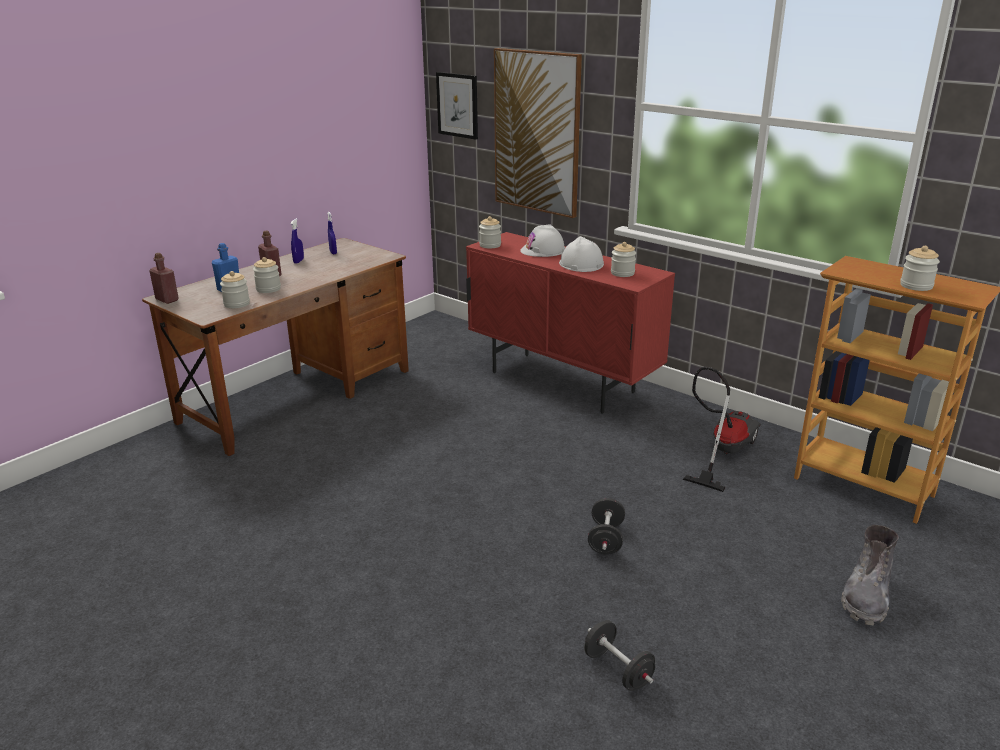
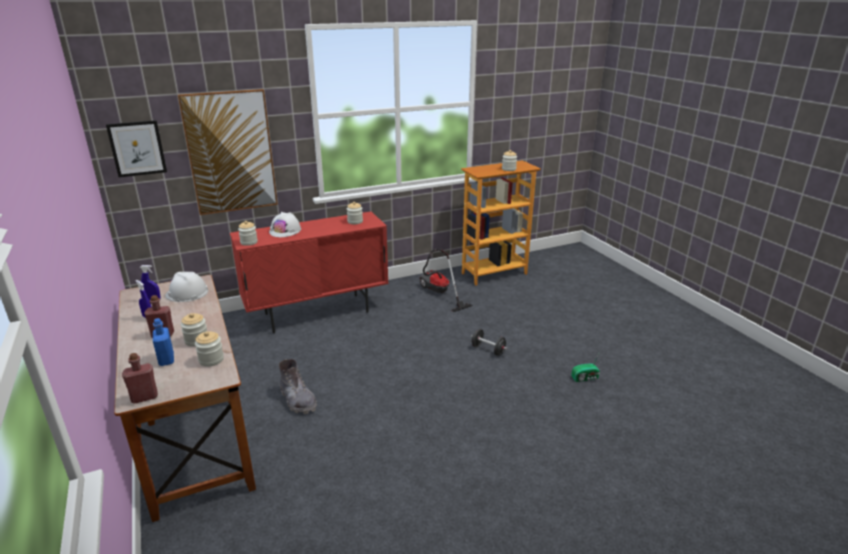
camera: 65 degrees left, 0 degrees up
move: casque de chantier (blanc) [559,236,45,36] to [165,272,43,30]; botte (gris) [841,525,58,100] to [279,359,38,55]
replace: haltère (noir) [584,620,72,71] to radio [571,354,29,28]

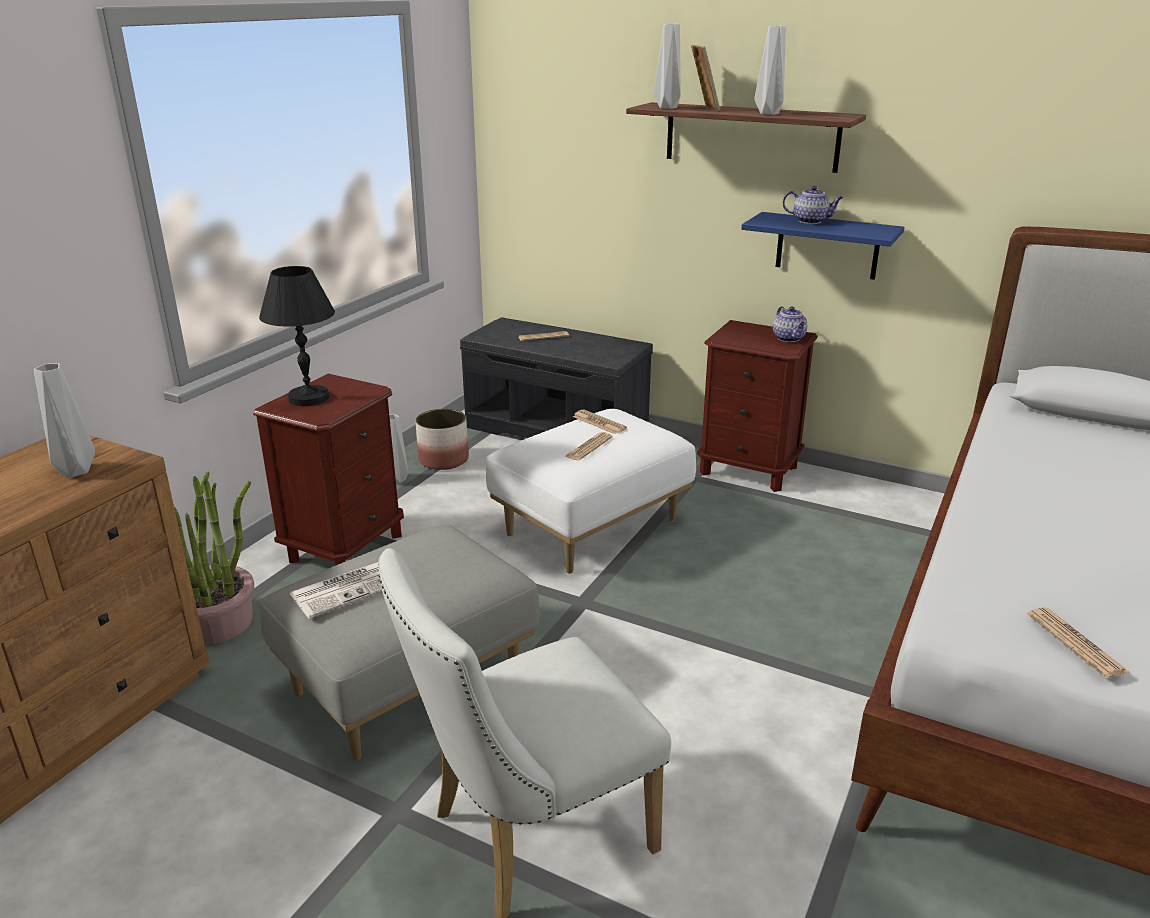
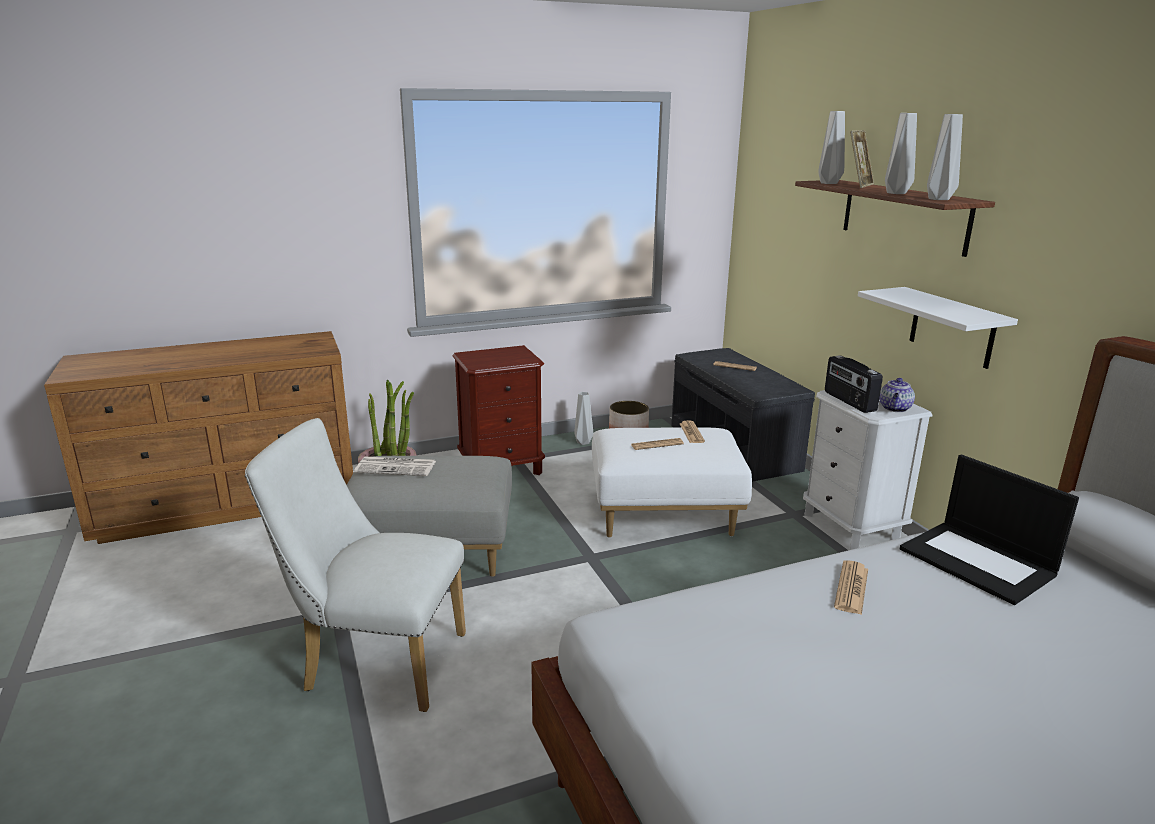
camera: 40 degrees right, 5 degrees down
delete: théière [783,186,60,38]; lampe de table (noir) [259,266,76,140]
insert: radio [825,355,58,58]; ordinateur portable [900,454,179,151]
move: vase (gris) [34,363,61,115] to [927,114,36,86]; journal [1027,607,102,71] to [834,560,34,55]
recolor: étagère (bleu) [741,212,163,68] to étagère (blanc) [858,287,160,82]; table de chevet (marron) [697,320,121,172] to table de chevet (blanc) [803,390,130,160]

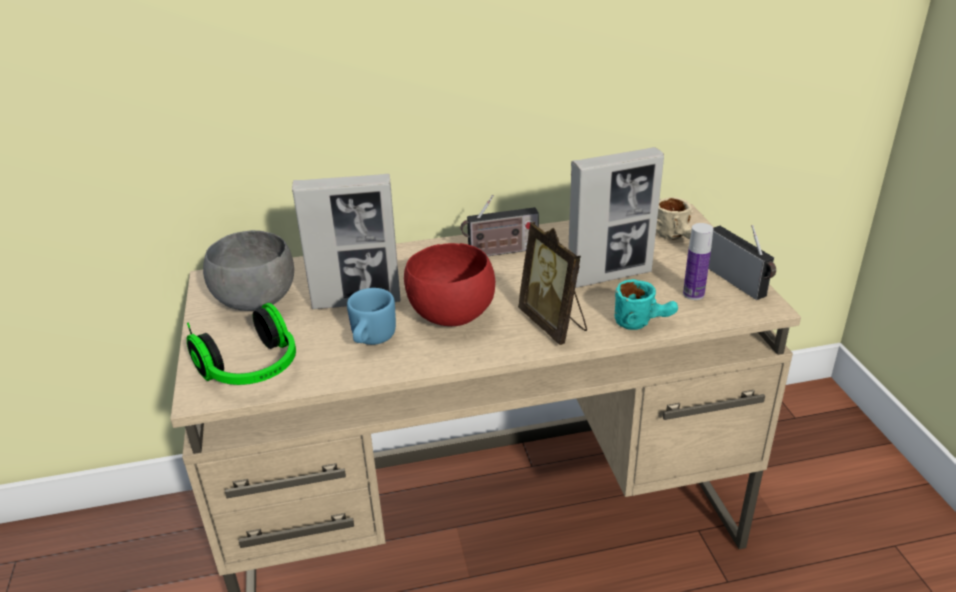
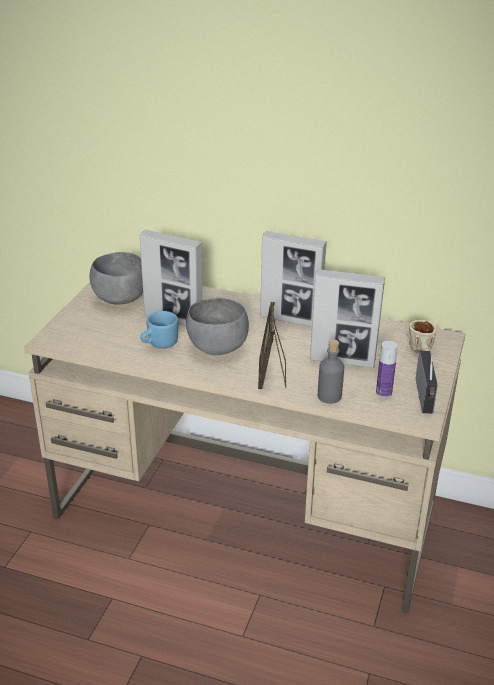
camera: 30 degrees right, 0 degrees up
delete: casque audio [187,303,109,82]
replace: radio [461,195,78,61] to cadre photo [260,231,67,96]; mug (turquoise) [615,279,63,51] to bouteille (gris) [318,340,26,64]
recolor: bol (rouge) [404,243,91,83] to bol (gris) [186,298,63,57]

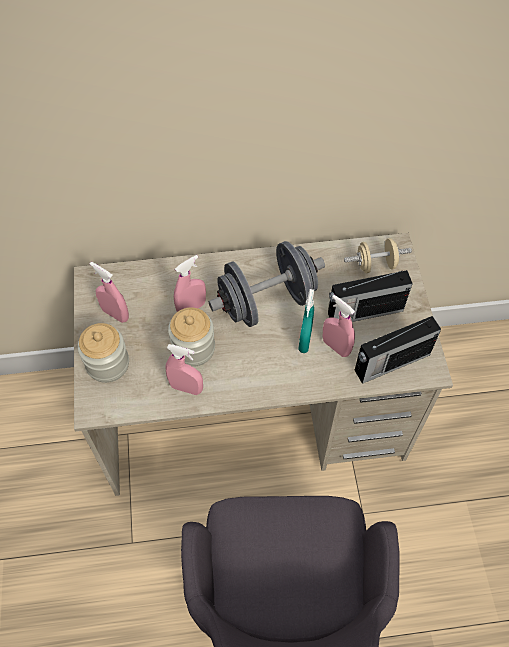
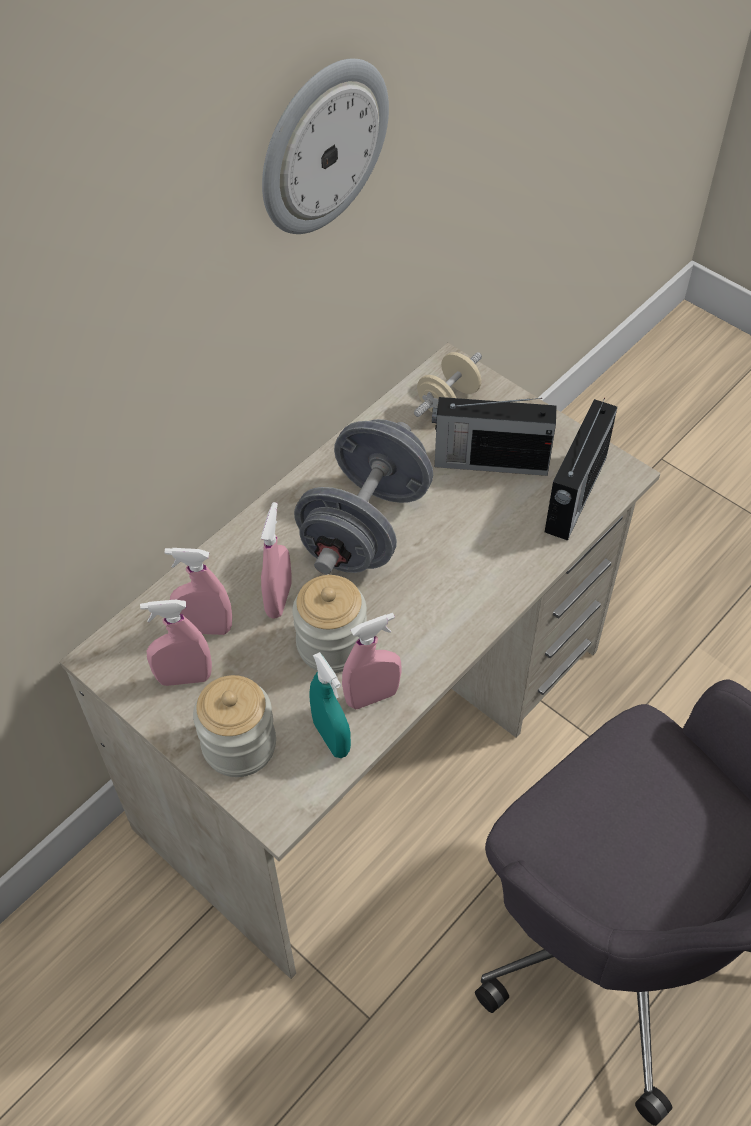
camera: 40 degrees left, 5 degrees down
insert: horloge murale [262,59,127,175]
move: vaporisateur (turquoise) [298,289,16,64] to [309,652,42,106]; vaporisateur (rose) [323,295,32,62] to [165,548,67,87]
rotate: radio [328,270,85,52] = [432,397,125,79] 60 degrees clockwise

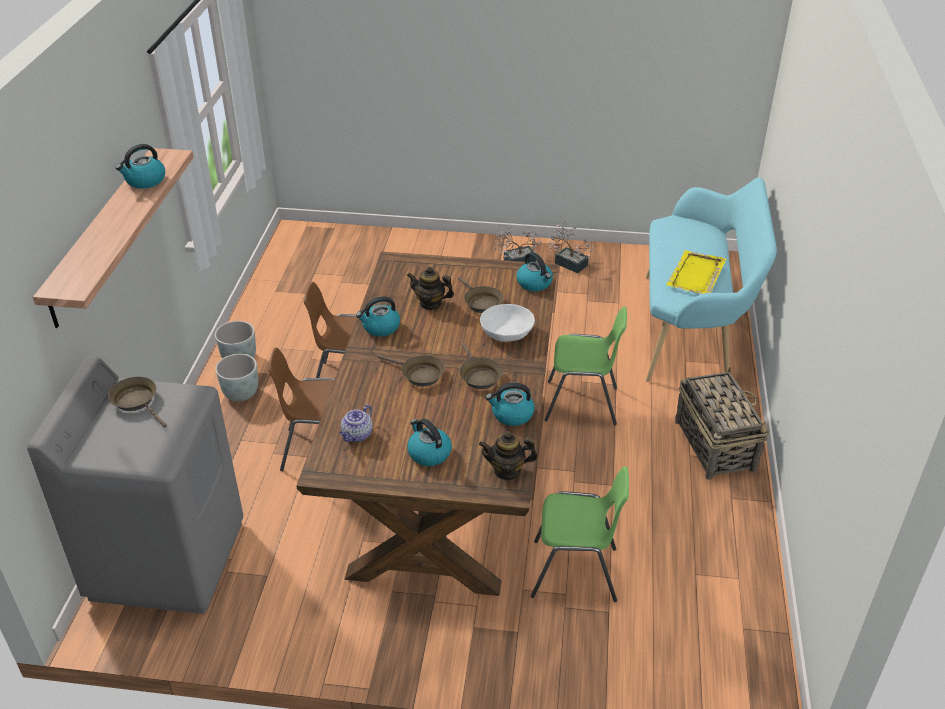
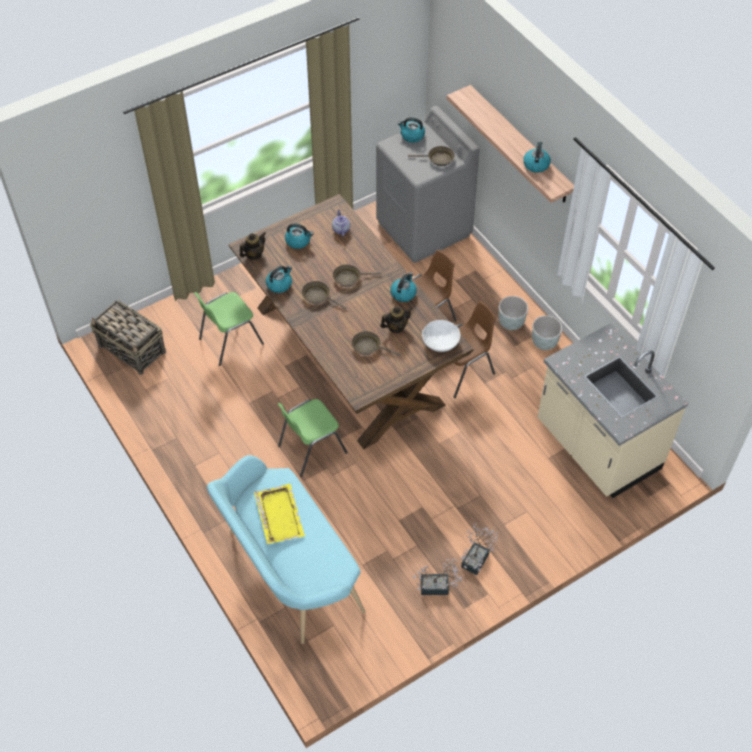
camera: 140 degrees right, 15 degrees up
insert: comptoir de cuisine (beige) [538,323,150,175]
move: bouilloire [517,252,36,39] to [398,117,27,26]; bol (blanc) [480,304,55,38] to [422,320,38,32]; panier [675,366,95,114] to [90,300,76,75]

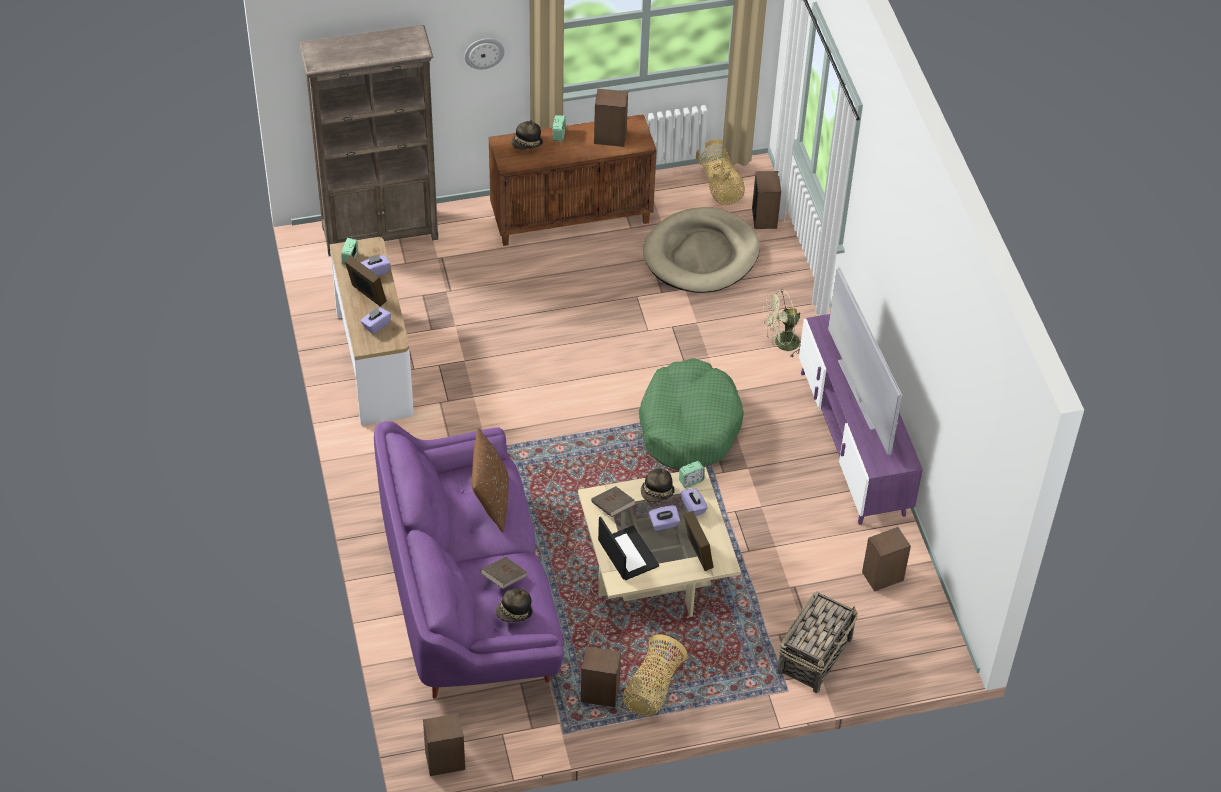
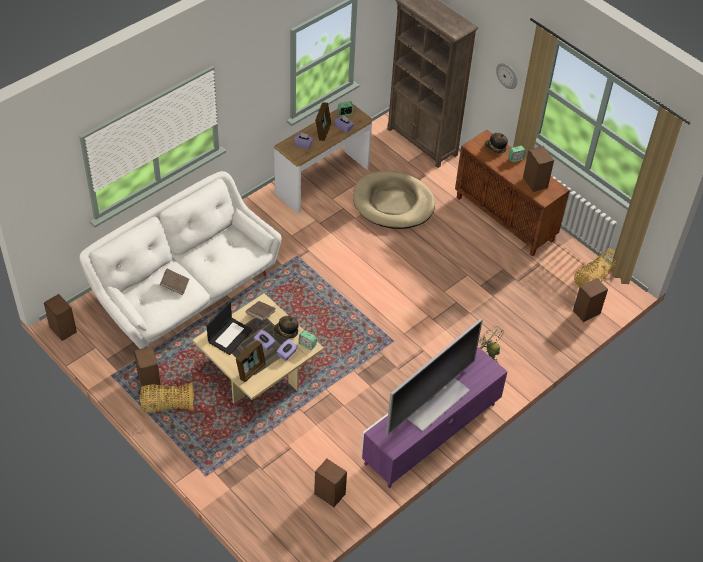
camera: 60 degrees right, 0 degrees up
delete: panier pour chien (vert) [639,358,105,112]; coussin (marron) [472,427,37,106]; chapeau [496,588,37,34]; panier [777,591,81,102]
move: panier pour chien (beige) [643,207,117,86] to [353,171,82,58]
recolor: canapé (violet) [374,421,190,278] to canapé (blanc) [79,171,203,178]

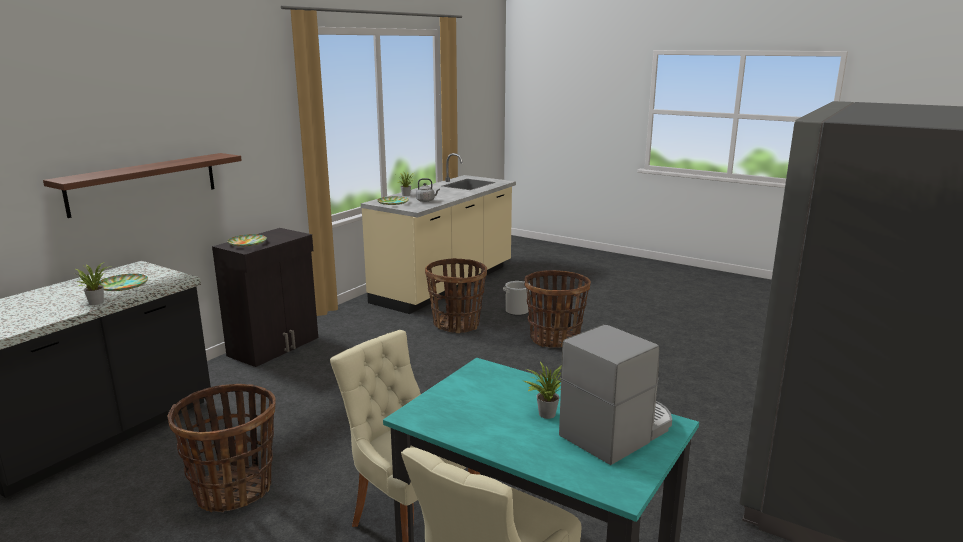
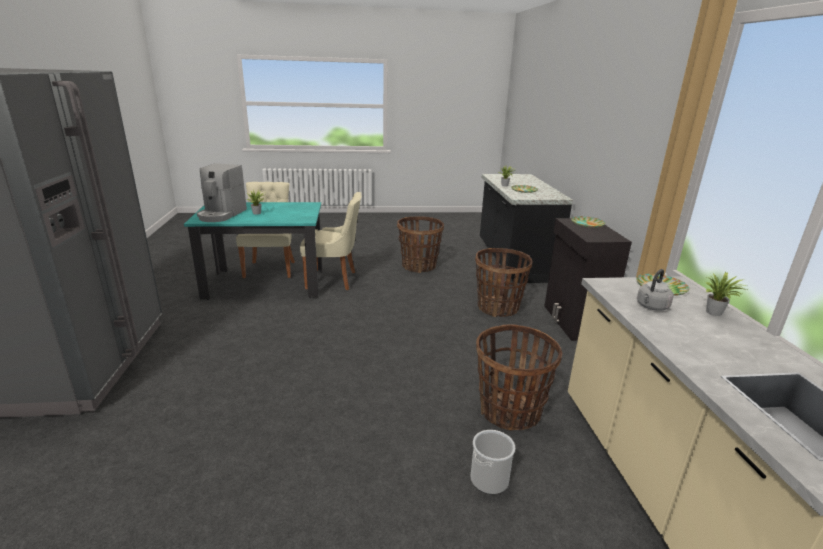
camera: 140 degrees right, 5 degrees up
delete: étagère [43,153,199,65]
move: panier [524,270,67,78] to [475,248,57,69]

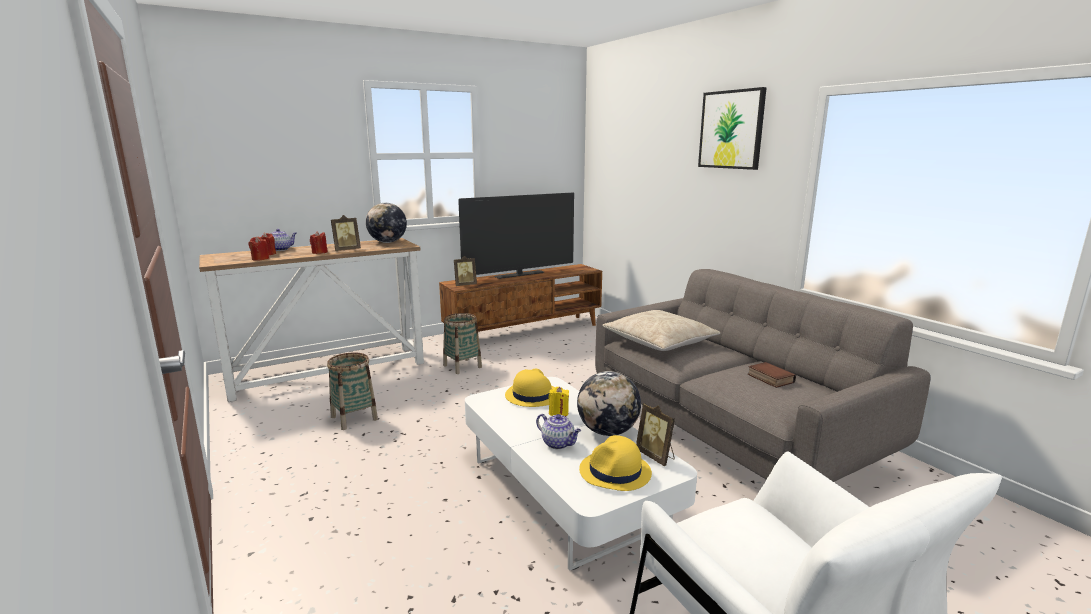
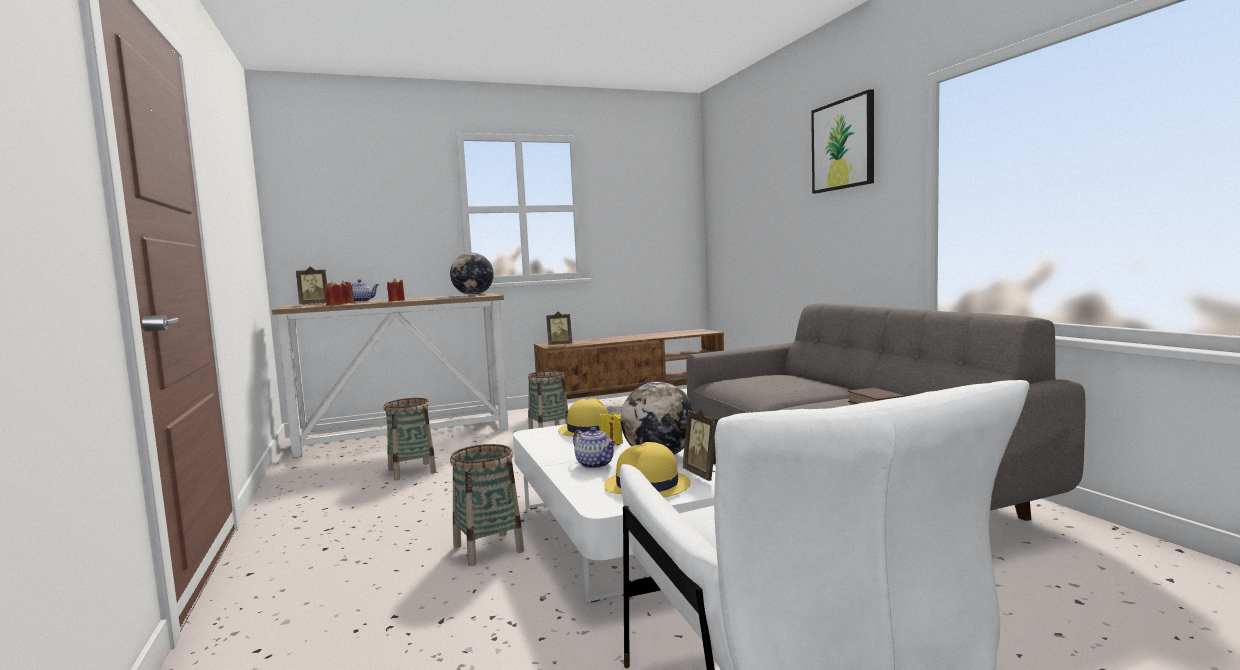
camera: 10 degrees right, 10 degrees down
delete: téléviseur [458,193,116,86]; coussin (beige) [602,310,118,41]
insert: panier [450,444,74,122]
move: cadre photo [331,215,30,36] to [296,266,31,39]

